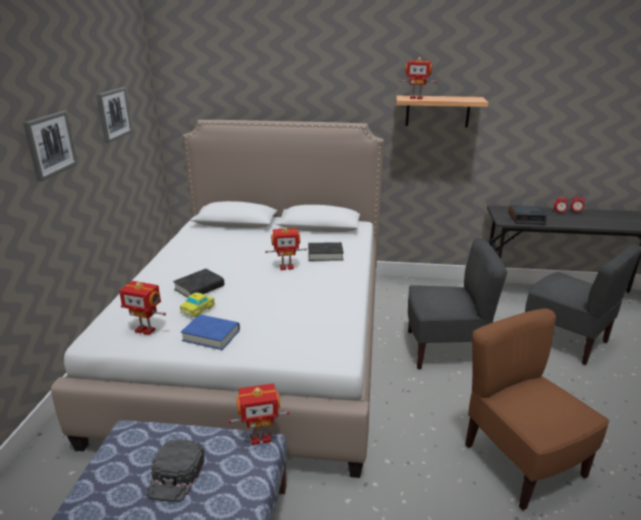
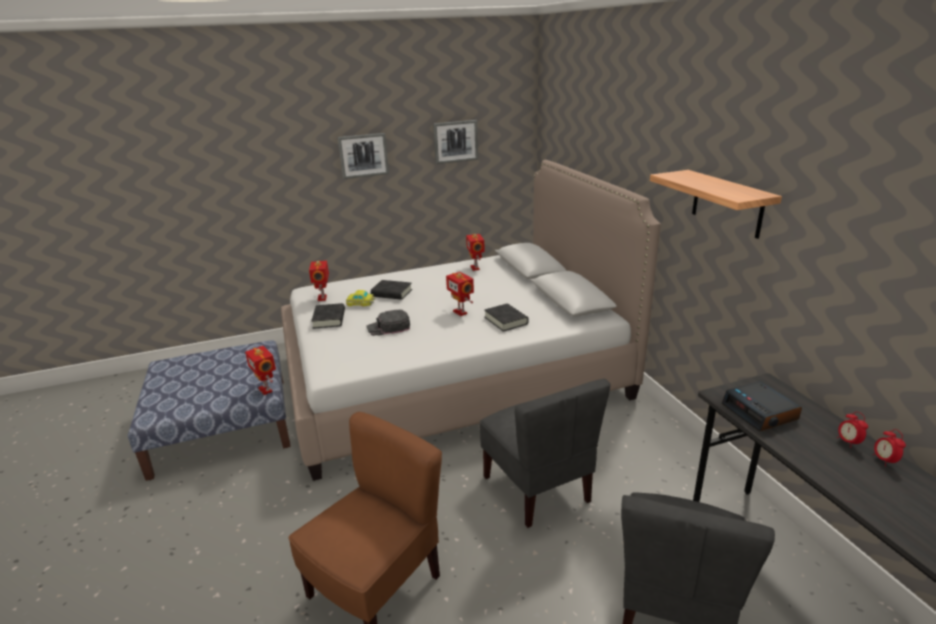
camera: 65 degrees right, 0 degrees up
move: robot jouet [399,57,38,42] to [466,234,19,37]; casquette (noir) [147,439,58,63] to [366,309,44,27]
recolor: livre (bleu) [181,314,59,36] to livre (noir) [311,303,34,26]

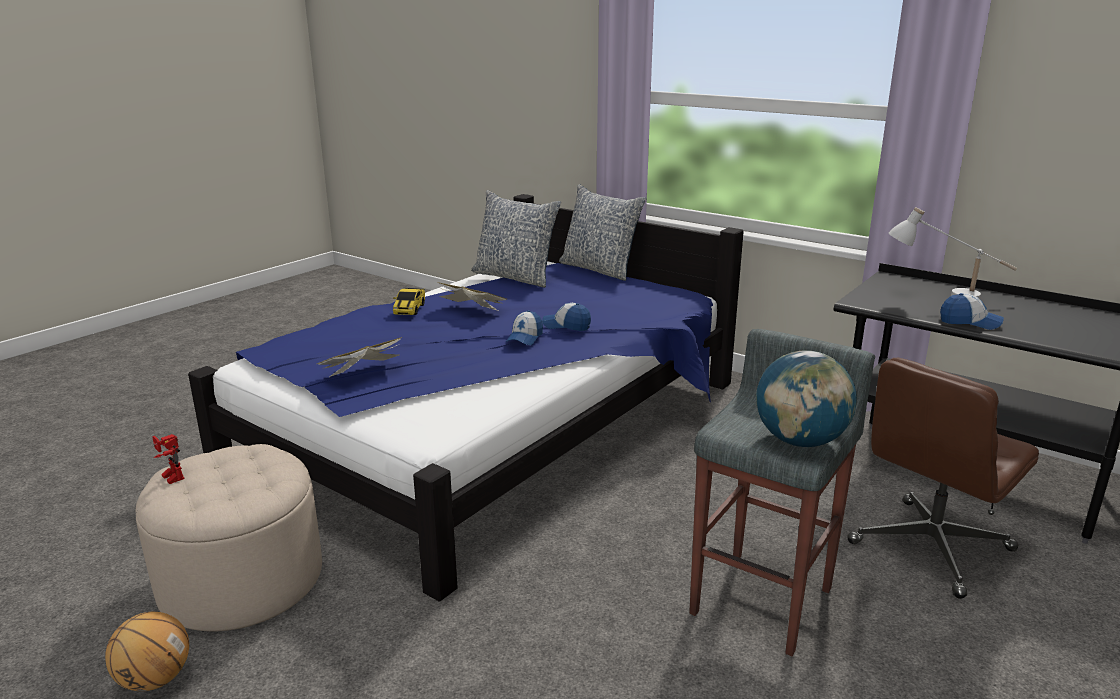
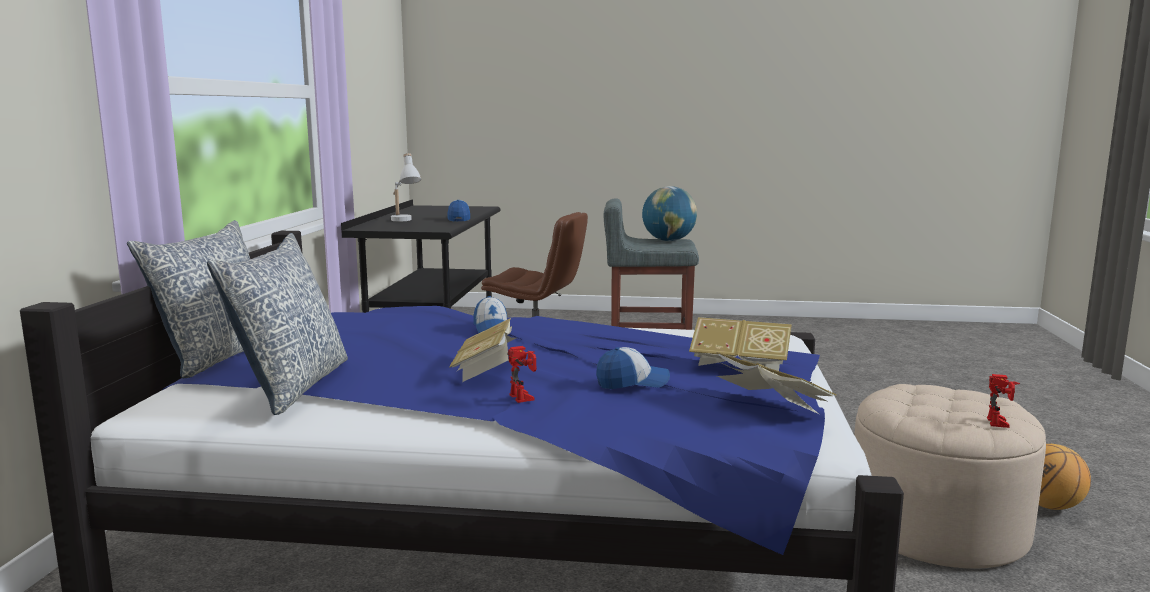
camera: 120 degrees left, 10 degrees down
insert: livre [716,352,121,62]
move: casquette [506,310,37,35] to [596,347,74,42]
replace: petite voiture [393,288,32,27] to robot jouet [507,346,29,57]

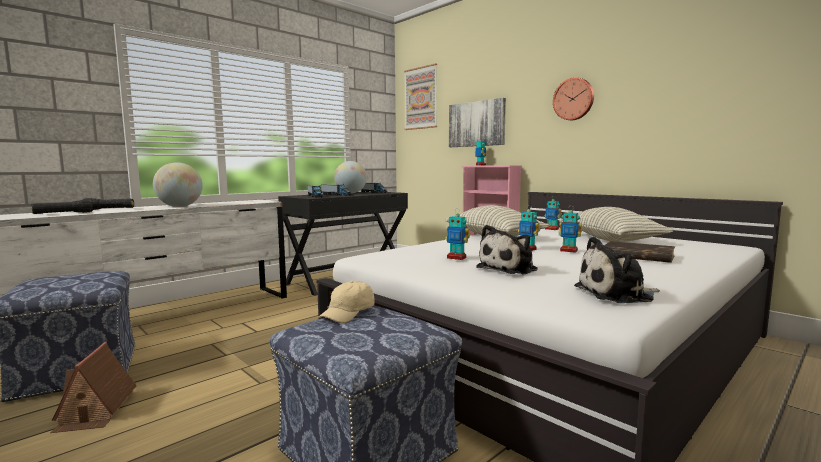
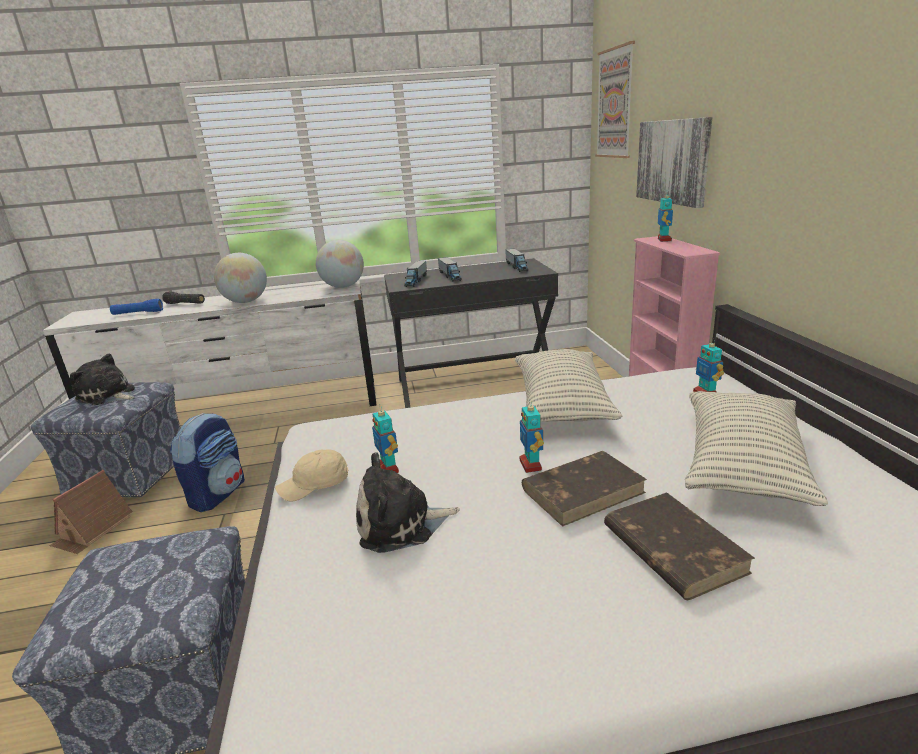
camera: 35 degrees right, 15 degrees up
delete: horloge murale [553,77,41,43]
insert: sac à dos [170,413,75,99]
move: globe [334,161,33,33] to [316,240,48,48]; peluche [574,237,86,66] to [70,354,65,51]; casquette (beige) [319,281,55,42] to [275,449,73,52]
replace: robot jouet [558,205,24,48] to livre (marron) [522,451,125,76]
recolor: lampe de poche (noir) [31,200,62,14] to lampe de poche (bleu) [110,299,53,16]

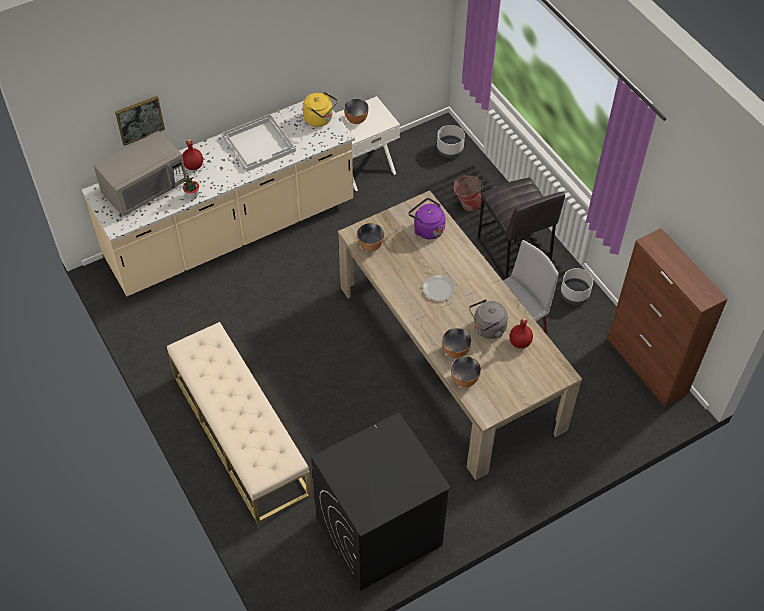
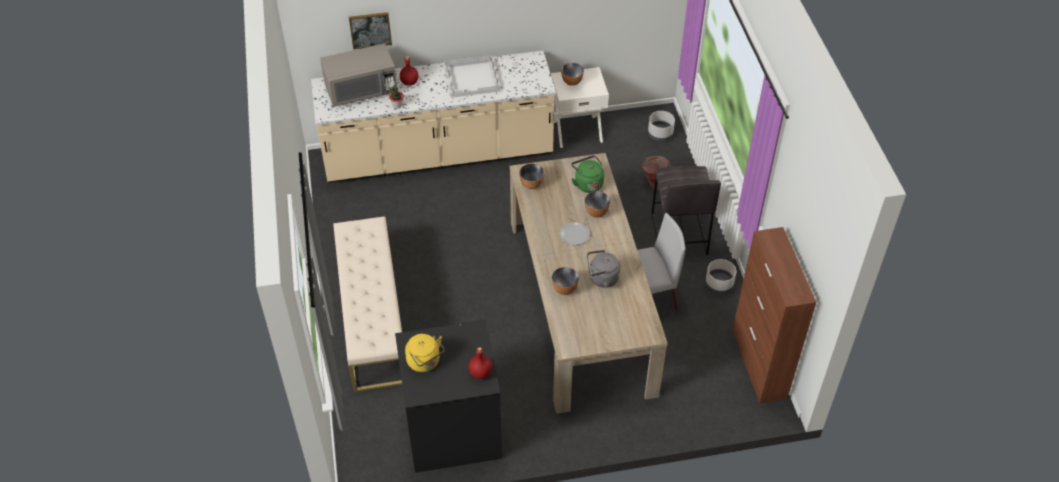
camera: 20 degrees right, 5 degrees down
move: bouilloire (jaune) [303,92,35,35] to [405,334,40,38]; bouteille (rouge) [510,317,23,31] to [468,347,25,32]; bol [451,356,30,31] to [585,191,25,26]
recolor: bouilloire (violet) [408,198,38,41] to bouilloire (vert) [571,155,33,38]

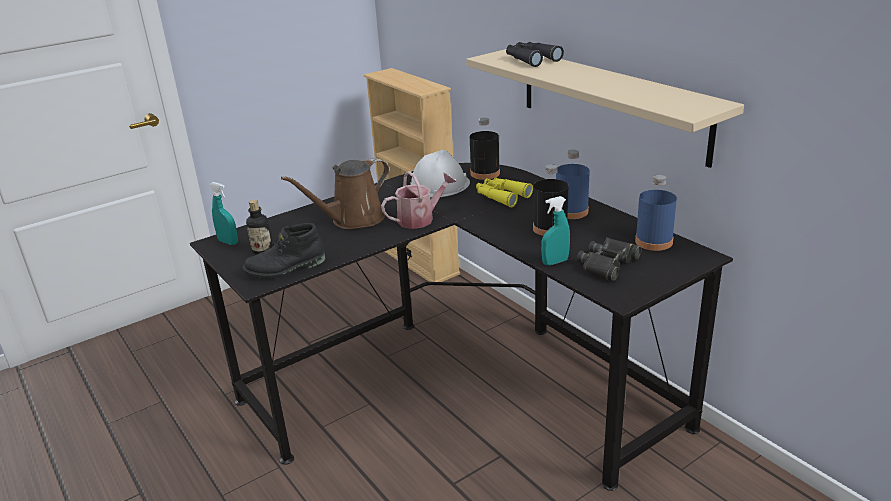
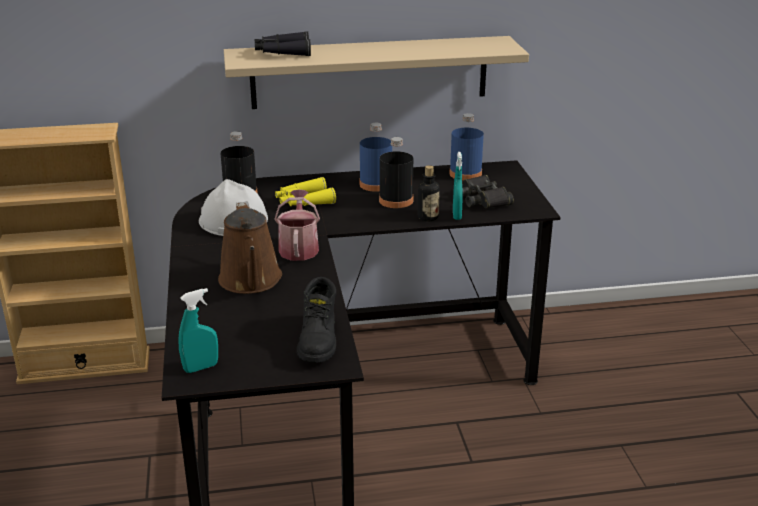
camera: 65 degrees left, 0 degrees up
move: bouteille [246,200,26,55] to [418,165,22,56]

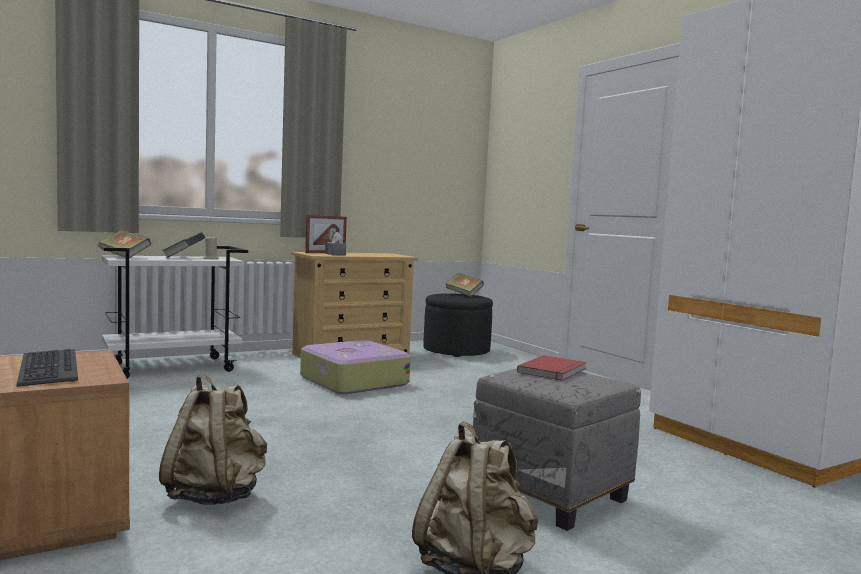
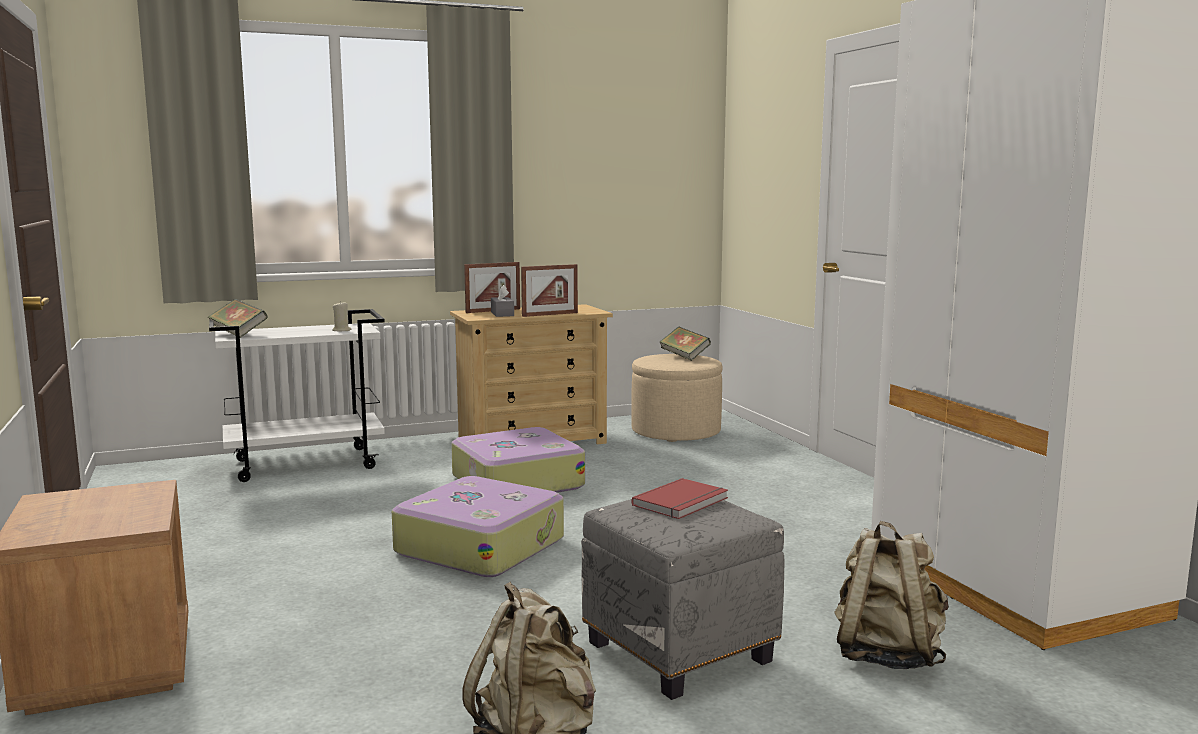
camera: 10 degrees right, 5 degrees up
delete: livre [162,232,43,26]; clavier [17,349,61,38]
insert: cadre photo [521,264,57,53]; valise [392,476,172,101]
move: sac à dos (beige) [159,374,108,131] to [835,521,114,148]
recolor: pouf (noir) [423,293,70,64] to pouf (beige) [631,354,92,88]

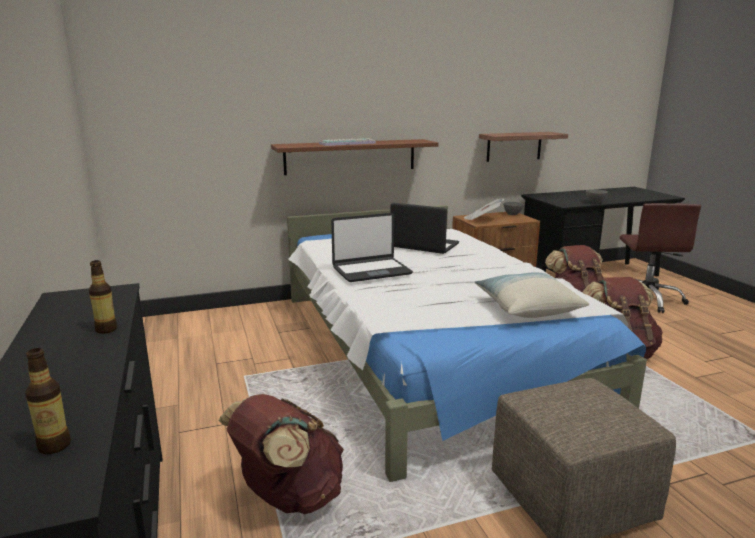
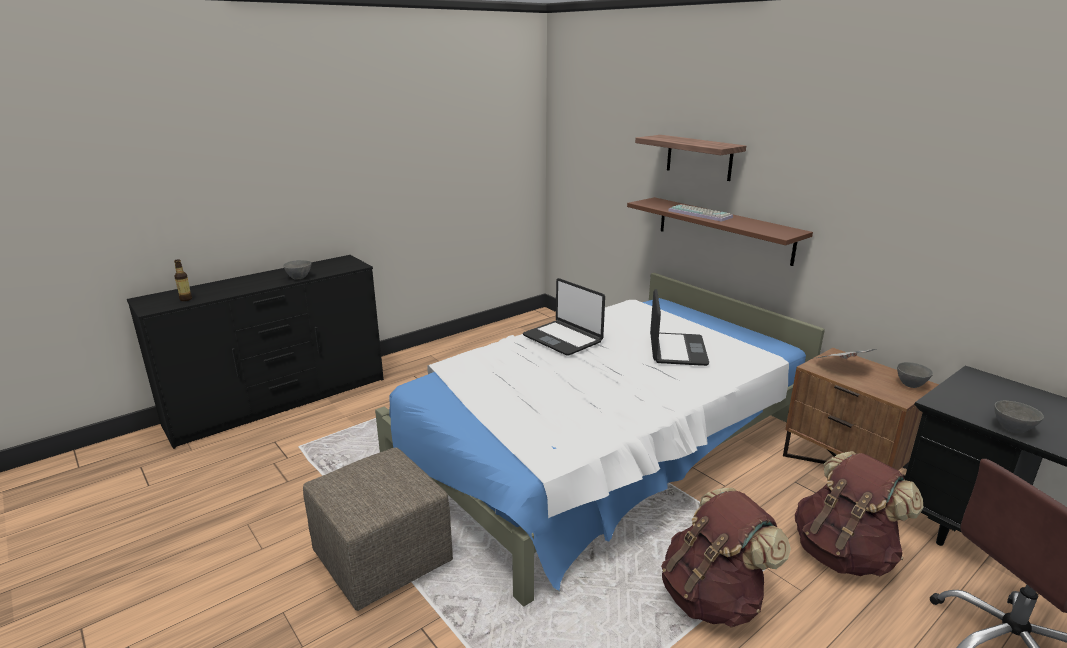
camera: 70 degrees right, 5 degrees up
delete: coussin [475,273,114,45]; sac à dos (marron) [219,394,125,120]
move: étagère [479,132,89,30] to [635,135,111,46]
replace: bouteille [89,260,28,74] to bol (gris) [283,260,28,20]

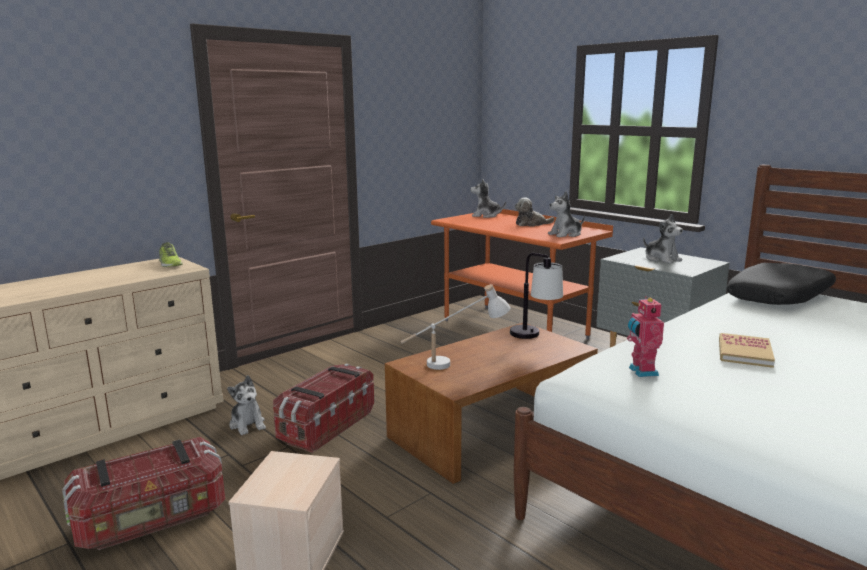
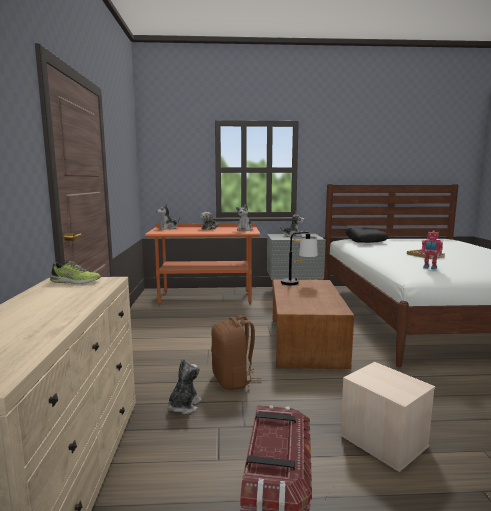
camera: 50 degrees left, 5 degrees down
delete: lampe de table (blanc) [401,284,110,86]
replace: boîte de rangement [273,364,101,89] to sac à dos (marron) [211,315,50,75]
rotate: peluche [227,375,39,60] = [168,359,34,55] 75 degrees counterclockwise

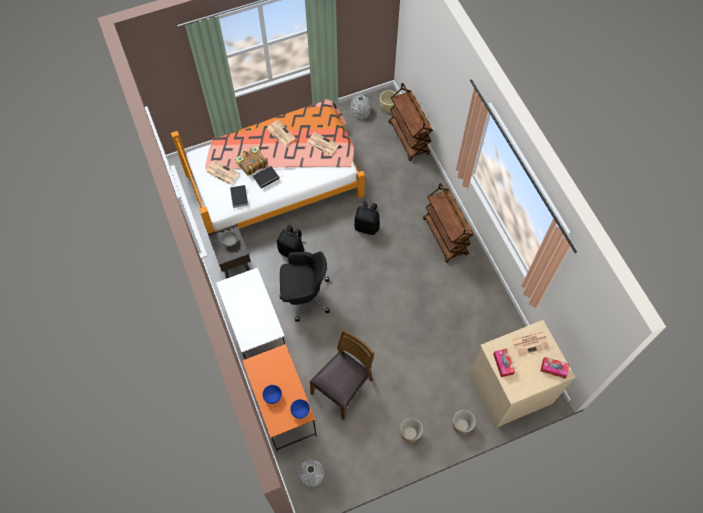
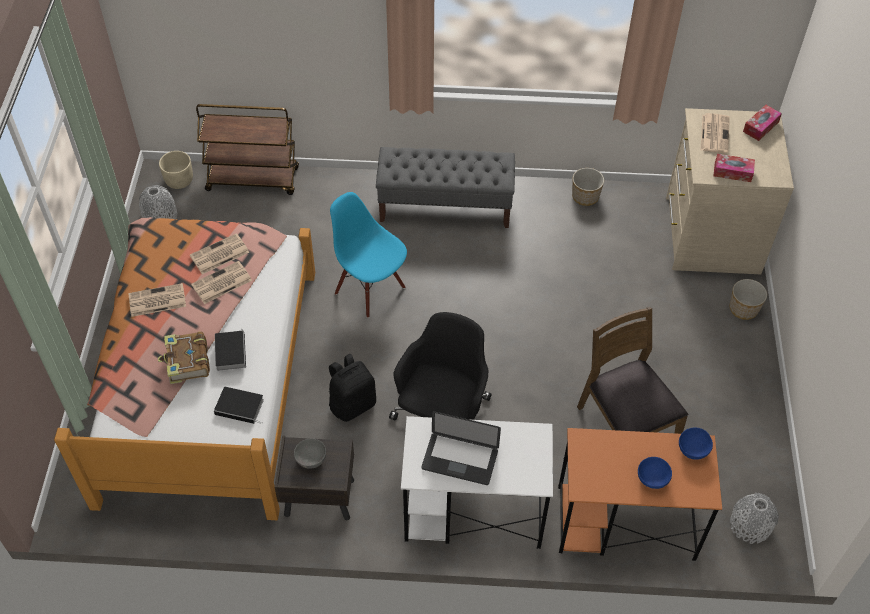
camera: 65 degrees left, 10 degrees down
insert: ordinateur portable [422,411,79,74]
move: journal [206,160,33,25] to [191,261,61,43]; cache-pot [400,418,23,25] to [572,168,32,38]
replace: chariot (marron) [423,183,51,80] to banc (gris) [376,147,139,81]; sac à dos (noir) [354,201,26,34] to chaise (bleu) [330,192,77,126]

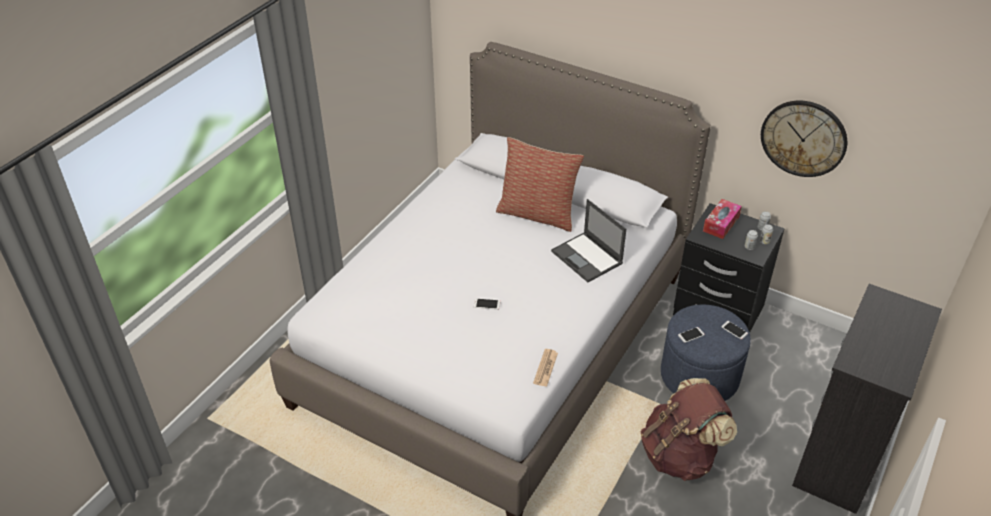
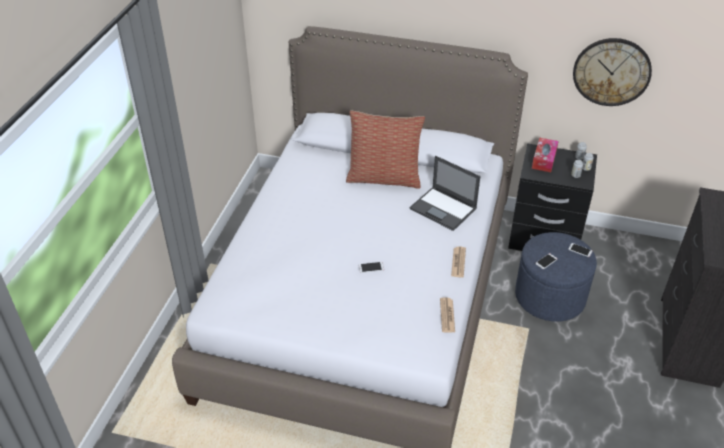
camera: 15 degrees left, 0 degrees up
delete: sac à dos (marron) [641,378,96,103]
insert: journal [451,247,15,31]

